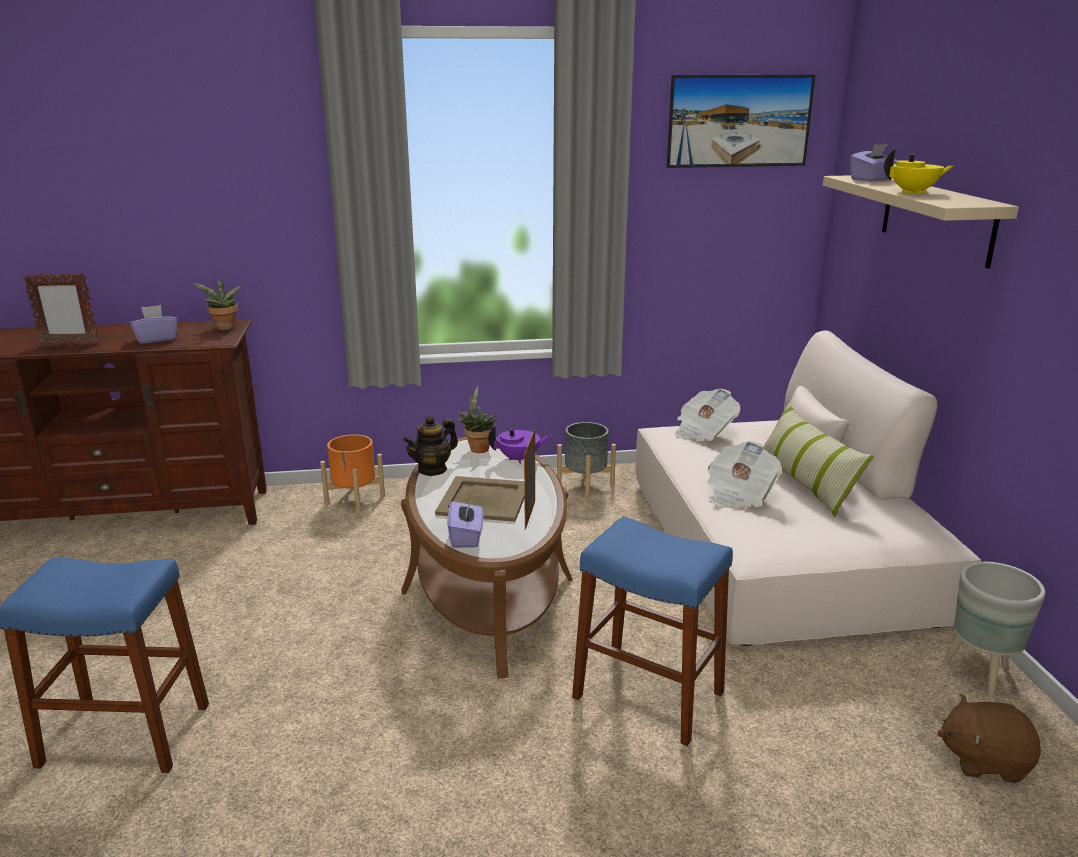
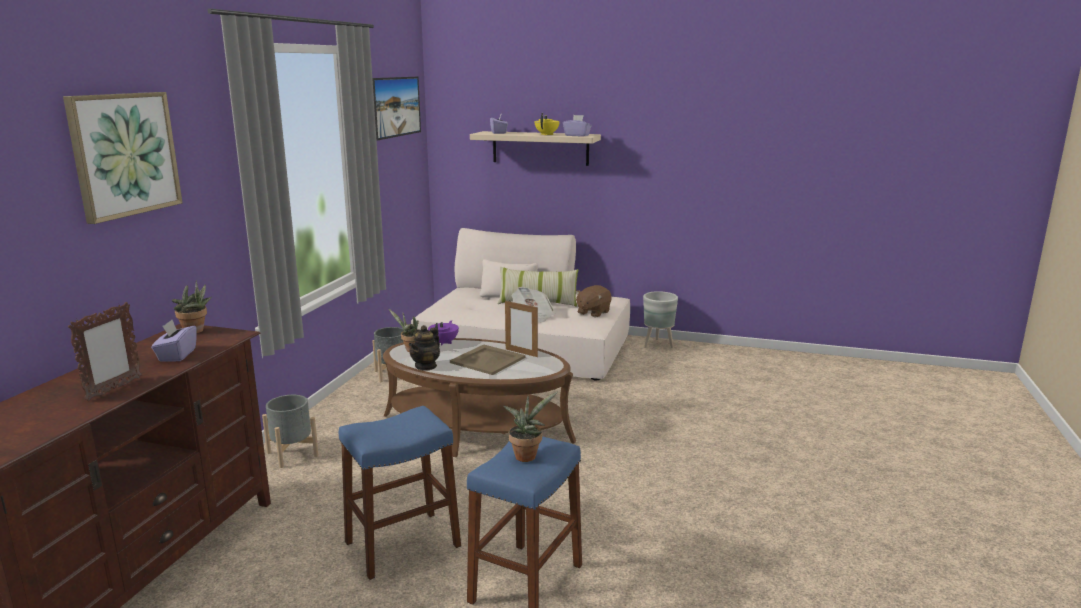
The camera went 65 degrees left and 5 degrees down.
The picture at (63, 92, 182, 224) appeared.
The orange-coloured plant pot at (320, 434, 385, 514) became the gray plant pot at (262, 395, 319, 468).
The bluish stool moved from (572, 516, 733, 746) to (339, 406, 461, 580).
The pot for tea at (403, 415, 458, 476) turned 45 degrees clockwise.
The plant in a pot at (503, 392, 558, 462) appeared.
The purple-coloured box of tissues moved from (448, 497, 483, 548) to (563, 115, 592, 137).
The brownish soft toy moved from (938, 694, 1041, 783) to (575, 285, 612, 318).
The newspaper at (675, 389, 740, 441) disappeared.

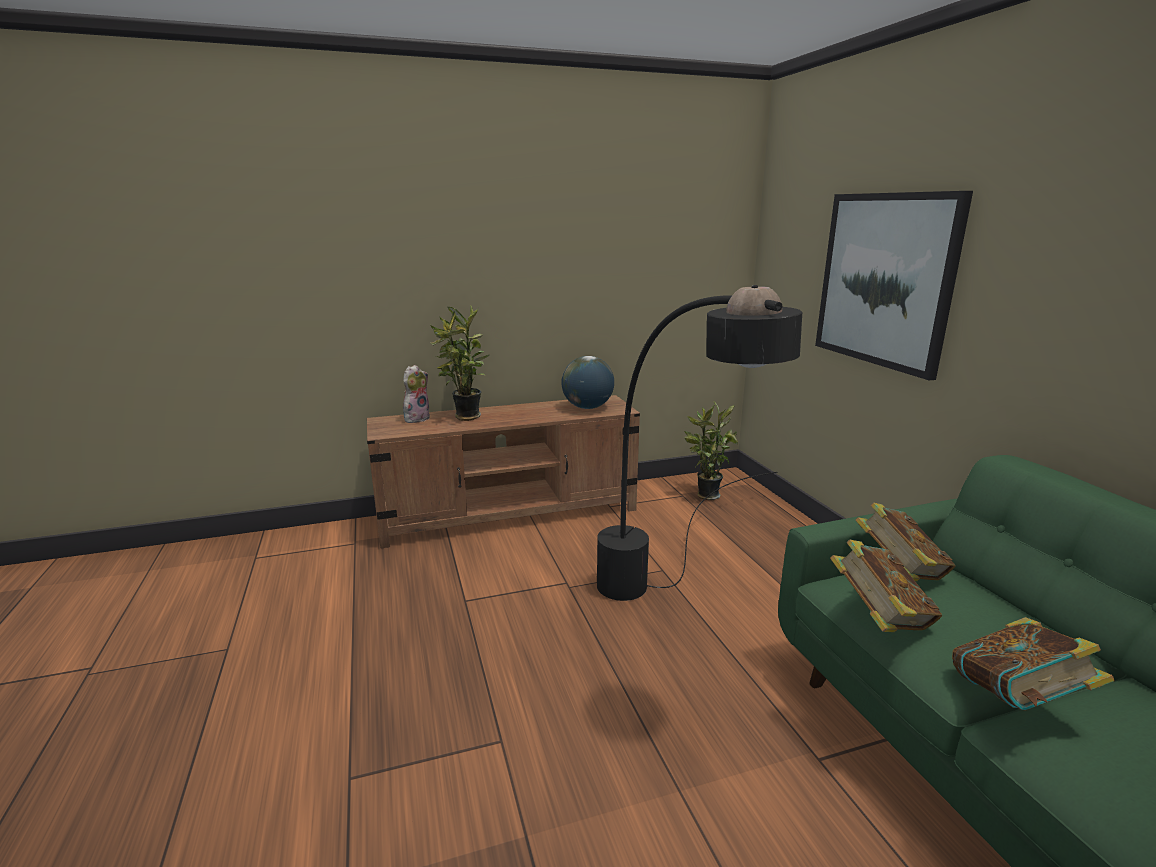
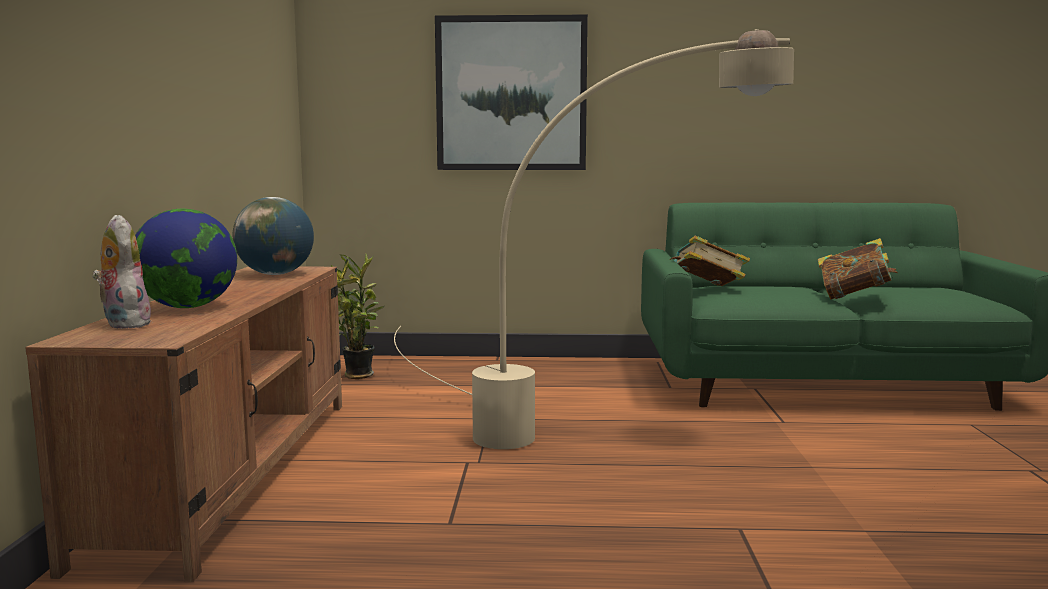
The camera went 70 degrees left and 10 degrees down.
The plant in a pot at (430, 306, 489, 421) was replaced by the world globe at (135, 209, 237, 308).
The blackish standard lamp at (597, 285, 802, 601) became the sand-coloured standard lamp at (394, 29, 794, 449).
The volume at (830, 540, 942, 632) disappeared.

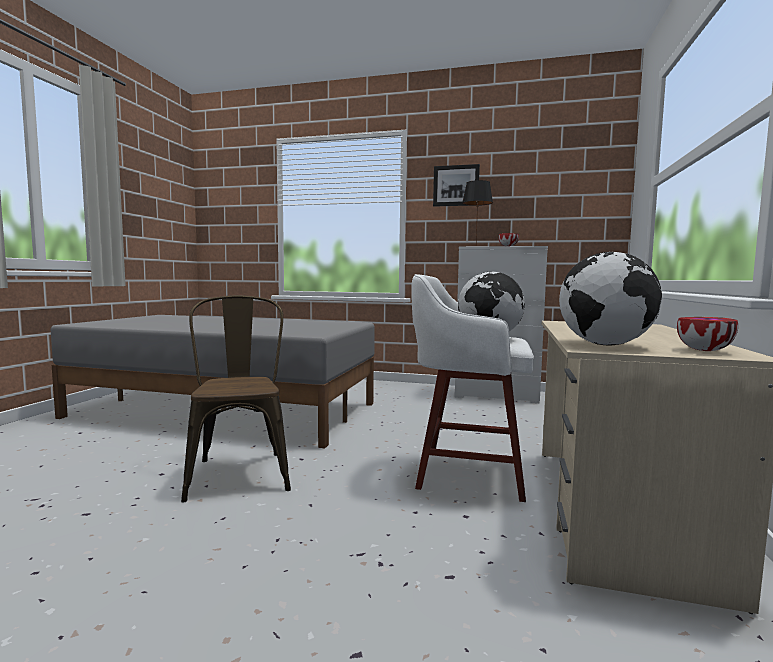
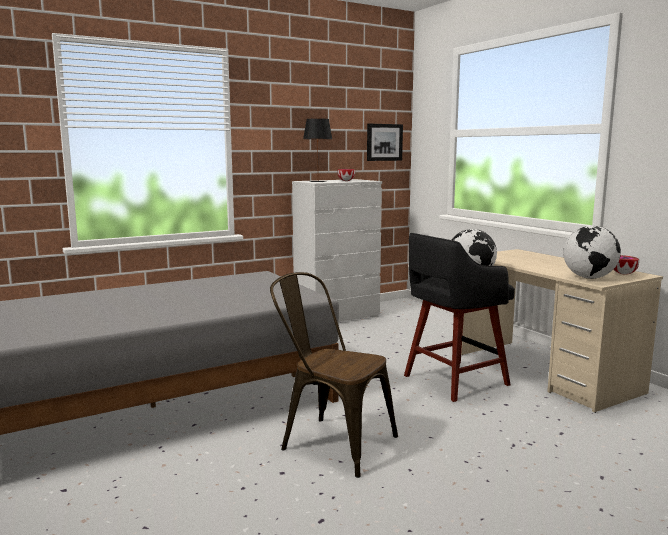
The camera went 45 degrees left and 5 degrees up.
The picture moved from (433, 164, 480, 207) to (367, 124, 403, 161).
The whitish stool at (411, 274, 534, 502) became the blackish stool at (404, 233, 515, 402).

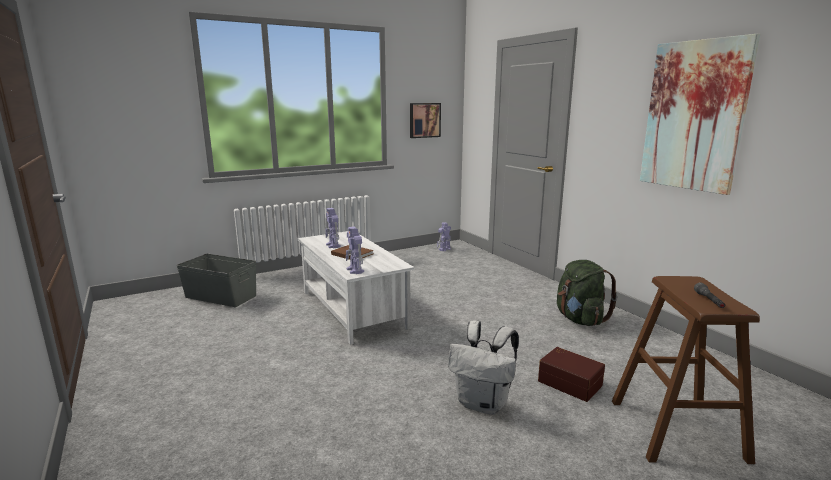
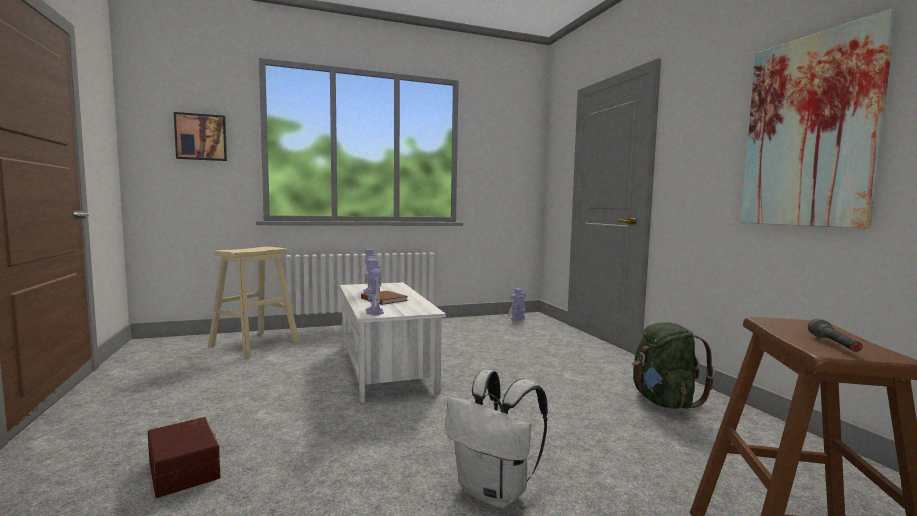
The camera went 10 degrees right and 10 degrees down.
The brownish storage bin moved from (538, 347, 605, 402) to (148, 417, 220, 498).
The picture moved from (410, 103, 441, 138) to (174, 112, 227, 161).
The gray storage bin at (176, 254, 256, 307) was replaced by the sand-coloured stool at (208, 247, 299, 358).

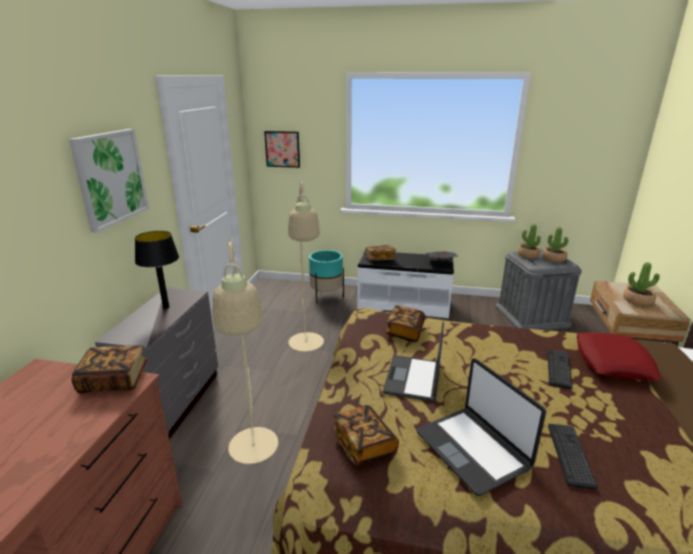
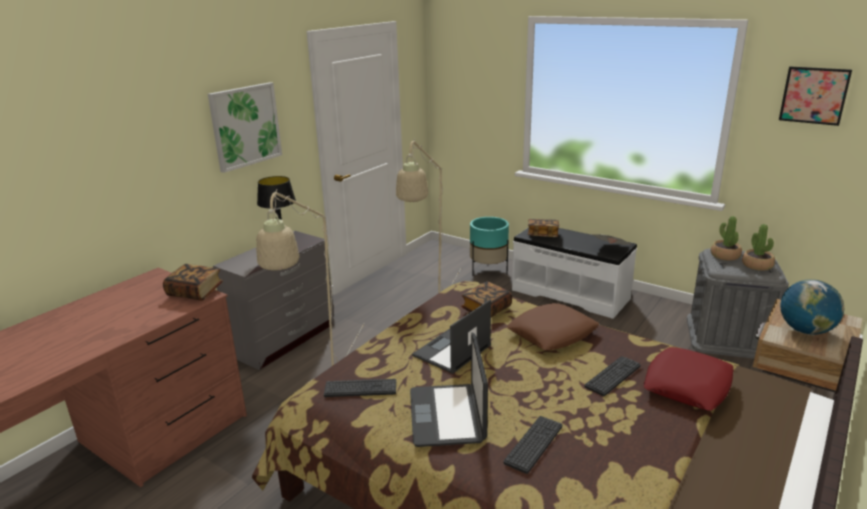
The camera went 25 degrees right and 0 degrees up.
The volume at (332, 405, 399, 465) was replaced by the computer keyboard at (324, 379, 396, 397).
The brownish pillow at (507, 303, 599, 350) appeared.
The picture moved from (264, 131, 300, 168) to (779, 67, 852, 126).
The plant in a pot at (623, 262, 660, 306) was replaced by the world globe at (780, 279, 844, 335).

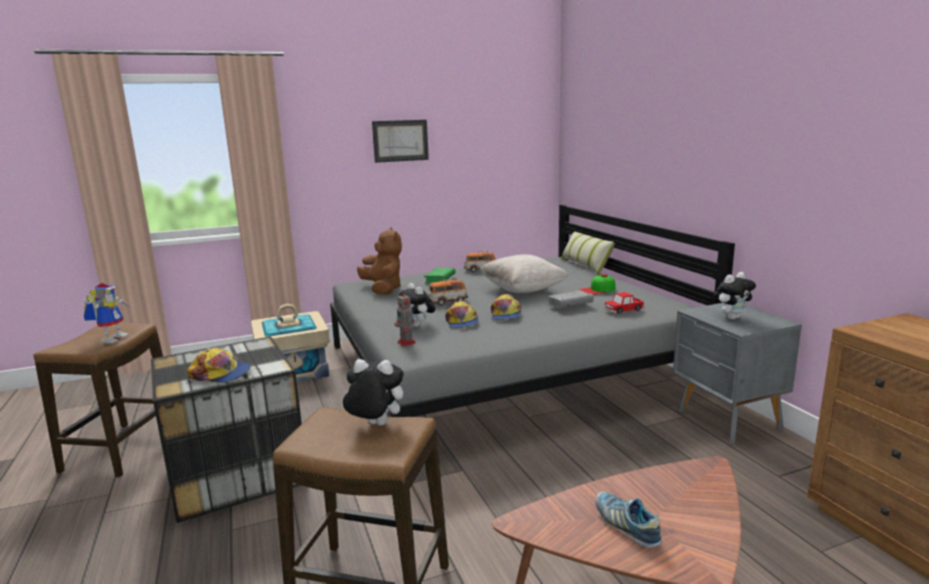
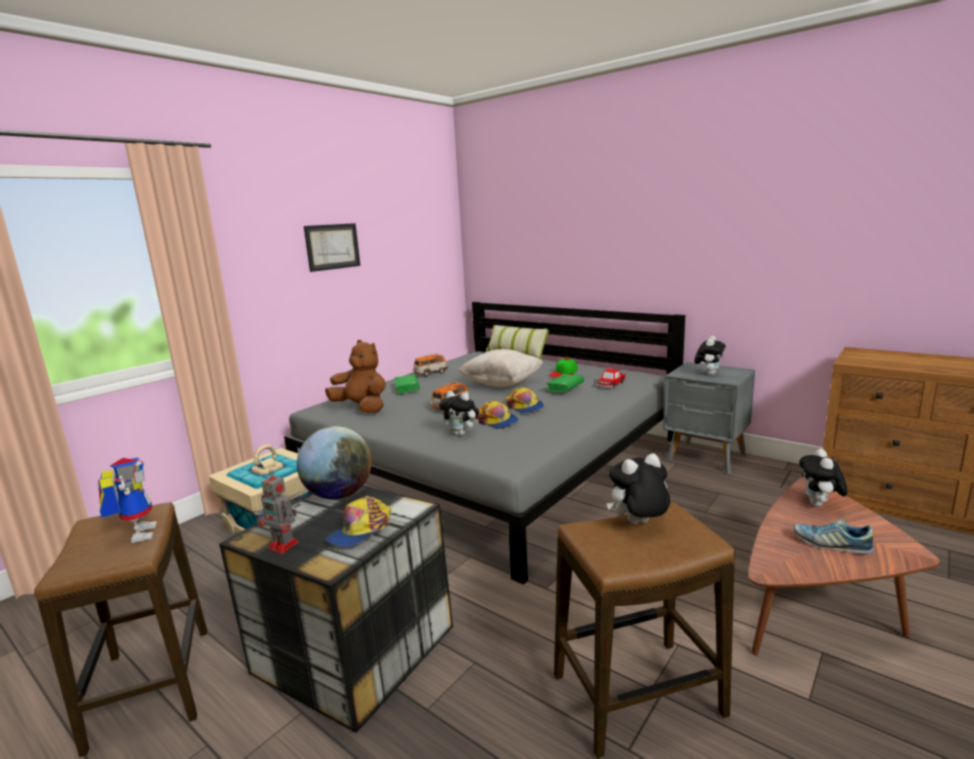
The camera went 30 degrees left and 0 degrees up.
The robot figure moved from (395, 290, 416, 346) to (260, 469, 299, 554).
The world globe at (297, 426, 372, 499) appeared.
The cap at (187, 347, 251, 383) turned 135 degrees clockwise.
The gray volume at (546, 290, 594, 308) became the greenish volume at (546, 374, 584, 392).
The soft toy at (799, 449, 848, 507) appeared.

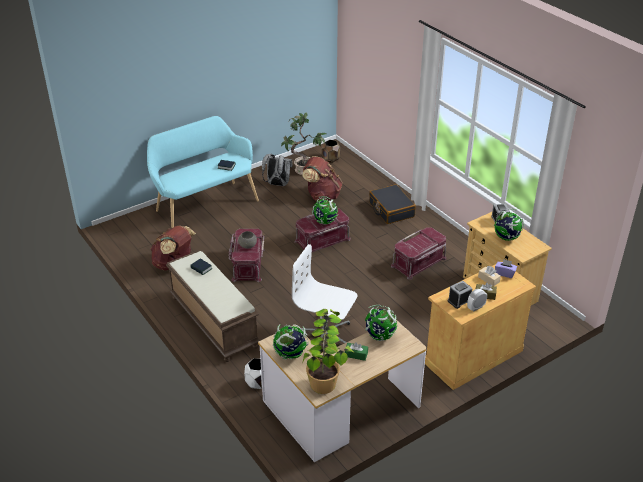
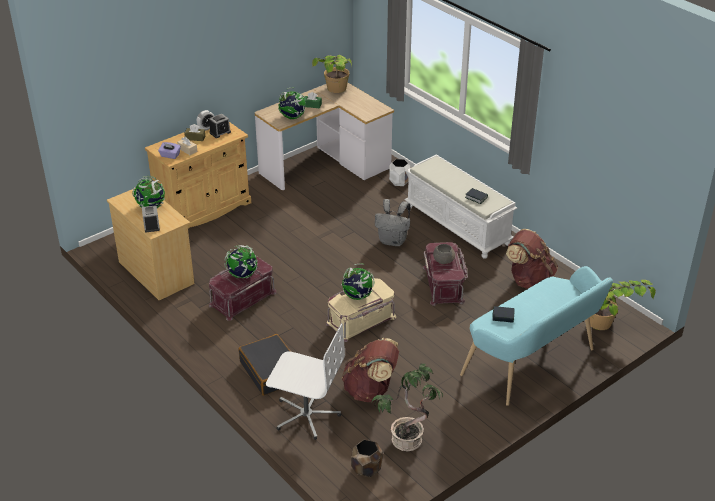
The camera went 175 degrees right and 0 degrees up.
The world globe moved from (273, 324, 308, 360) to (224, 245, 258, 278).
The whitish desk chair moved from (292, 244, 357, 343) to (266, 323, 345, 440).
The reddish storage bin at (294, 208, 351, 252) became the sand-coloured storage bin at (326, 278, 396, 342).
The gray backpack moved from (262, 154, 293, 186) to (375, 199, 411, 246).
The brownish long seat at (166, 251, 260, 362) became the whitish long seat at (405, 154, 517, 259).
The plant in a pot at (590, 280, 656, 330) appeared.

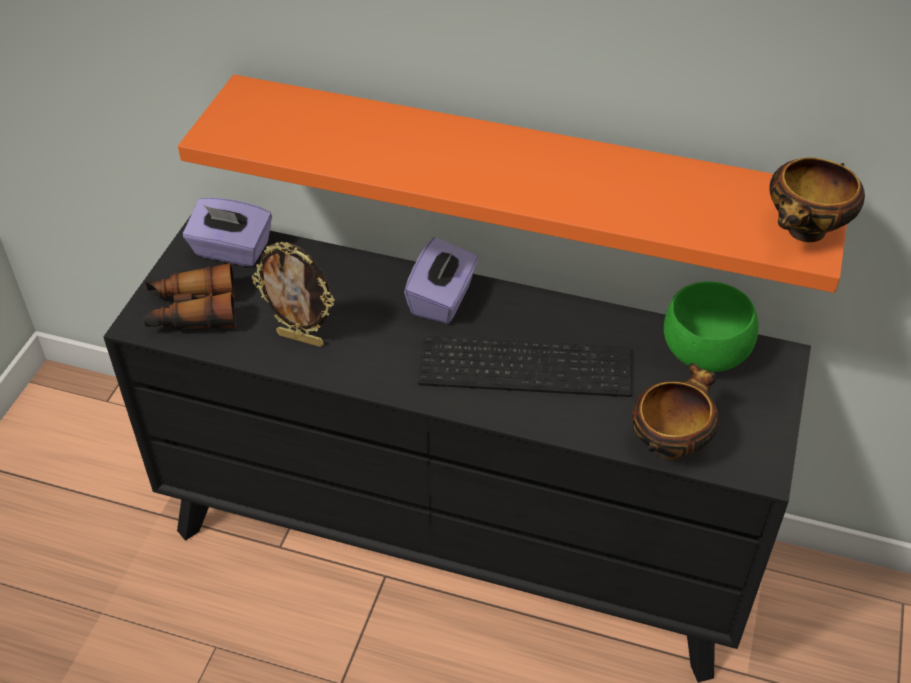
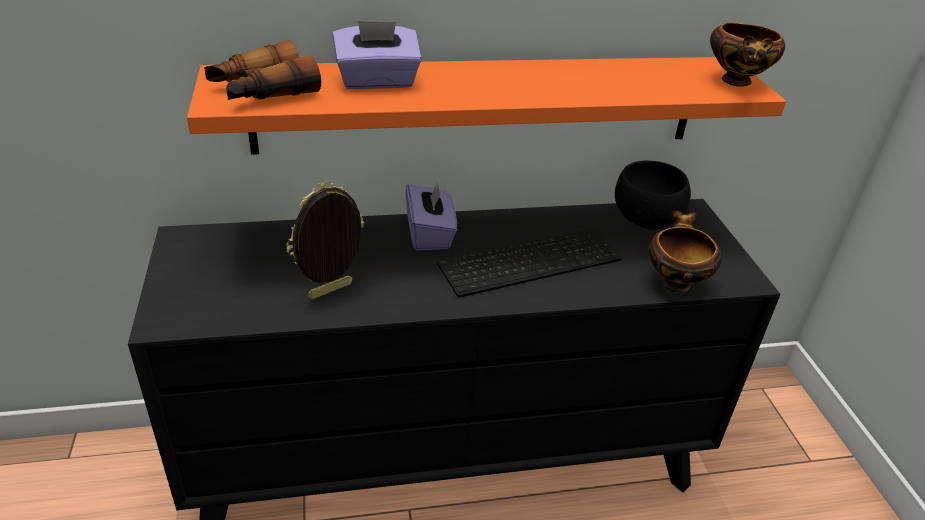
The camera went 30 degrees left and 10 degrees down.
The pair of binoculars moved from (143, 263, 236, 330) to (204, 40, 321, 100).
The standing frame at (252, 242, 334, 347) turned 150 degrees clockwise.
The purple-coloured box of tissues moved from (183, 197, 272, 267) to (333, 21, 422, 89).
The greenish serving bowl at (664, 281, 759, 372) became the blackish serving bowl at (615, 161, 691, 230).

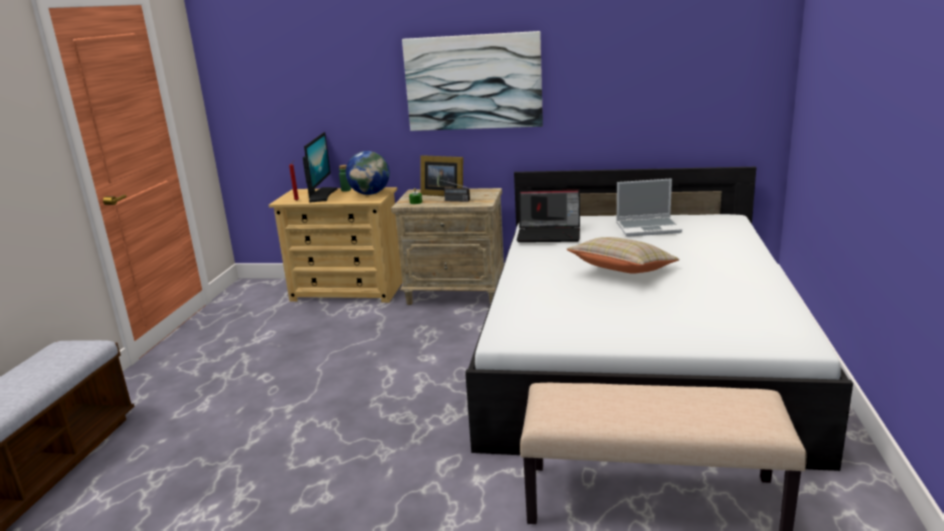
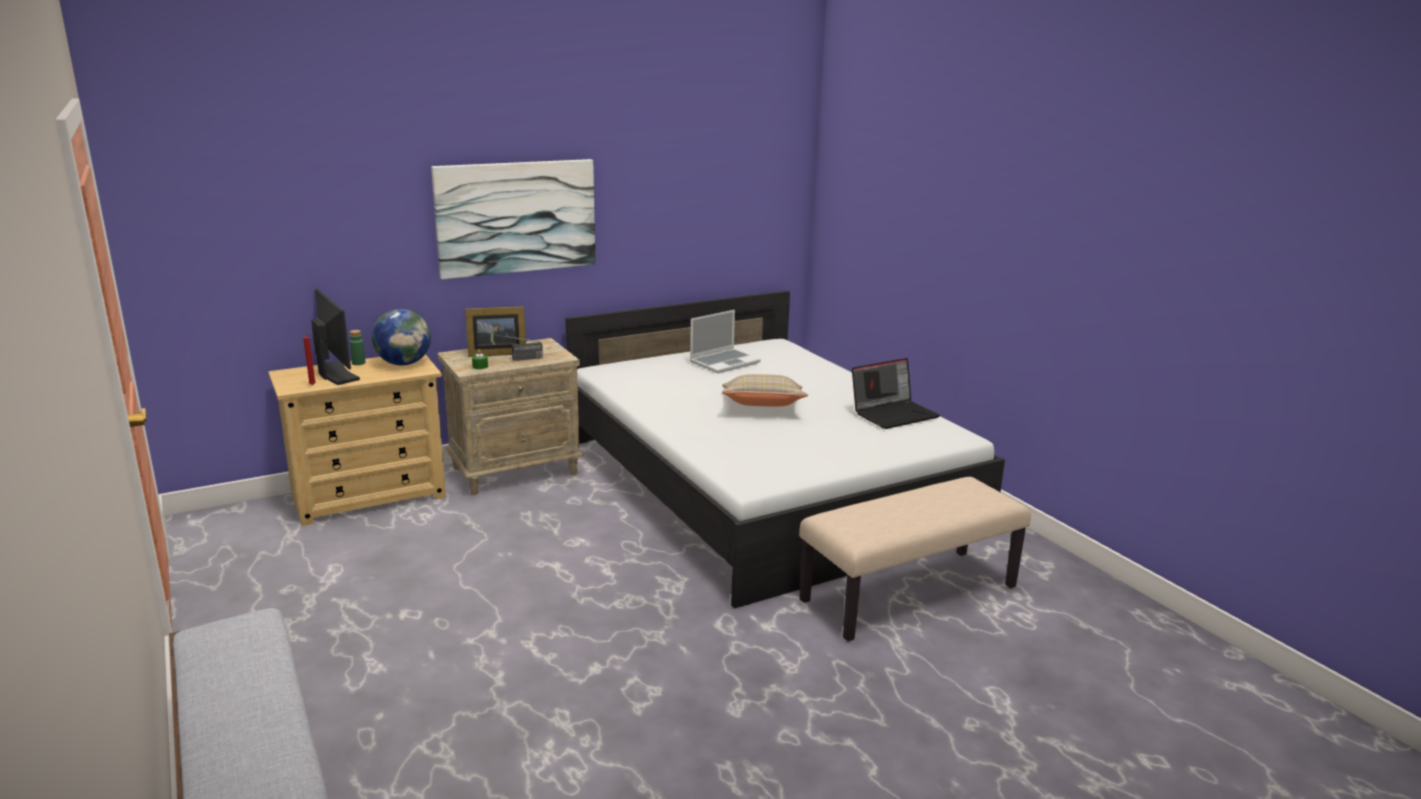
The camera went 40 degrees left and 0 degrees up.
The portable computer moved from (517, 189, 580, 242) to (852, 358, 940, 429).

